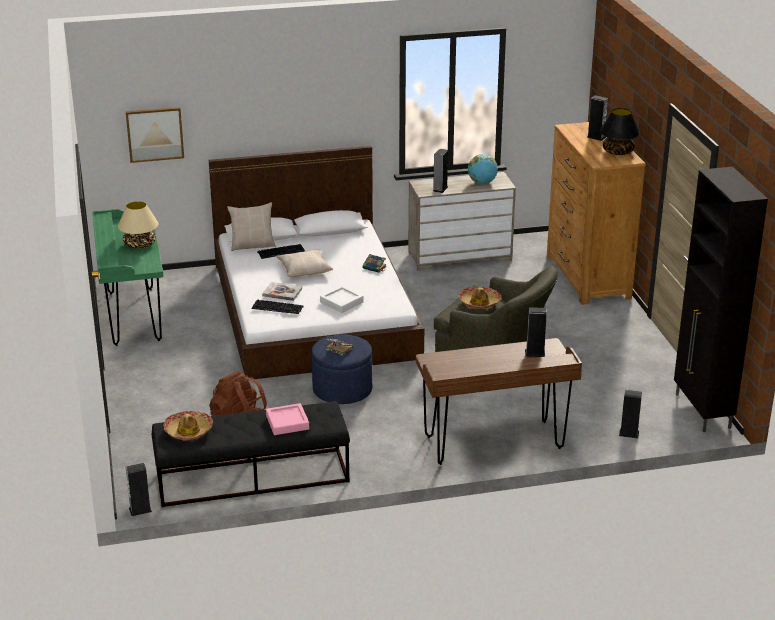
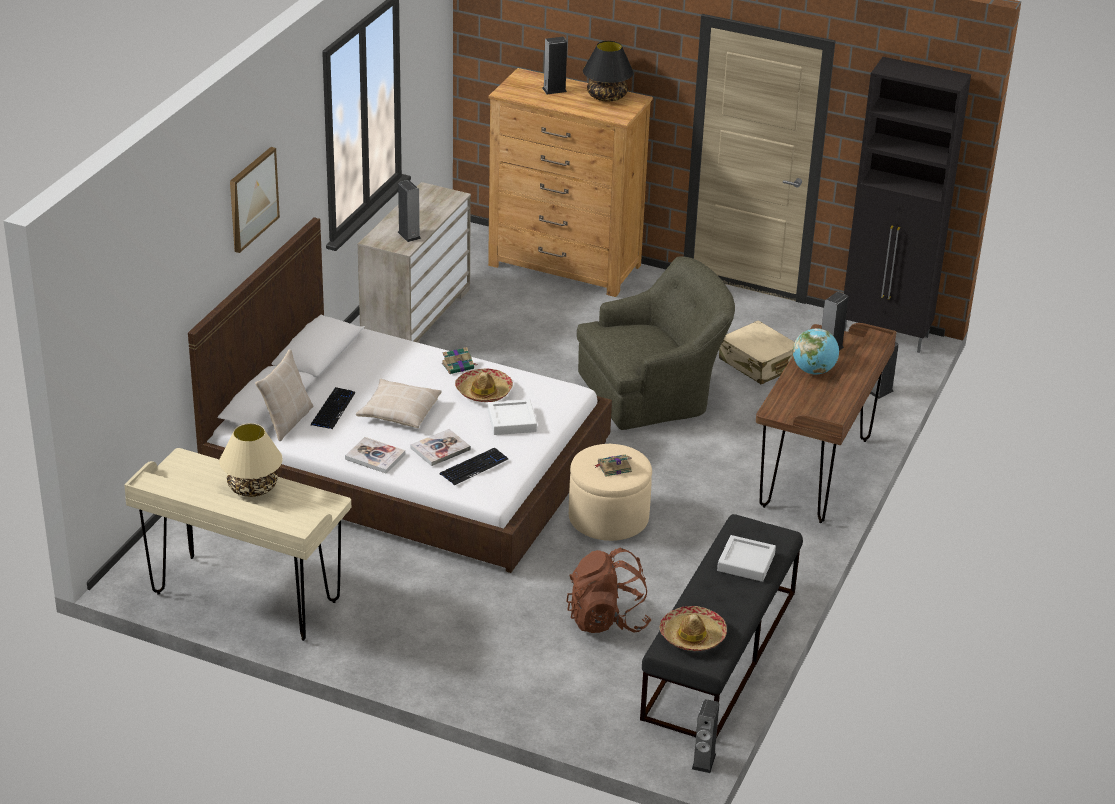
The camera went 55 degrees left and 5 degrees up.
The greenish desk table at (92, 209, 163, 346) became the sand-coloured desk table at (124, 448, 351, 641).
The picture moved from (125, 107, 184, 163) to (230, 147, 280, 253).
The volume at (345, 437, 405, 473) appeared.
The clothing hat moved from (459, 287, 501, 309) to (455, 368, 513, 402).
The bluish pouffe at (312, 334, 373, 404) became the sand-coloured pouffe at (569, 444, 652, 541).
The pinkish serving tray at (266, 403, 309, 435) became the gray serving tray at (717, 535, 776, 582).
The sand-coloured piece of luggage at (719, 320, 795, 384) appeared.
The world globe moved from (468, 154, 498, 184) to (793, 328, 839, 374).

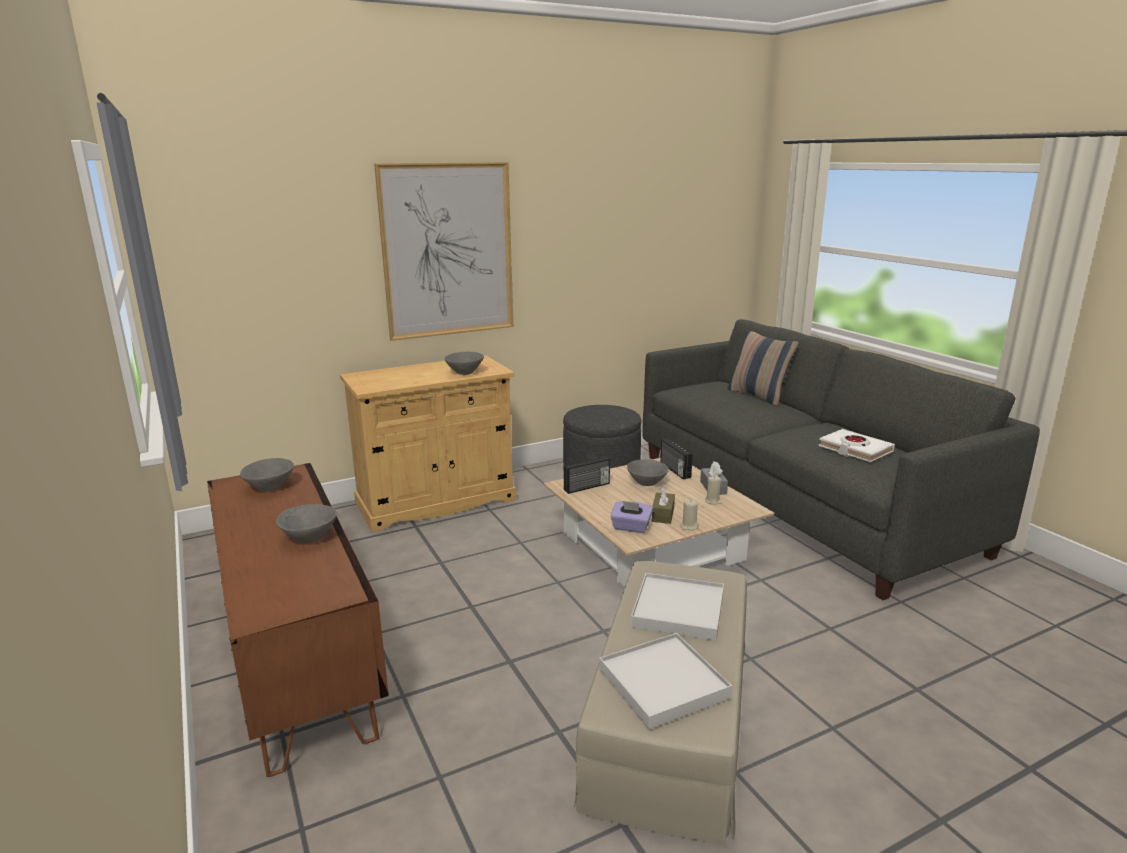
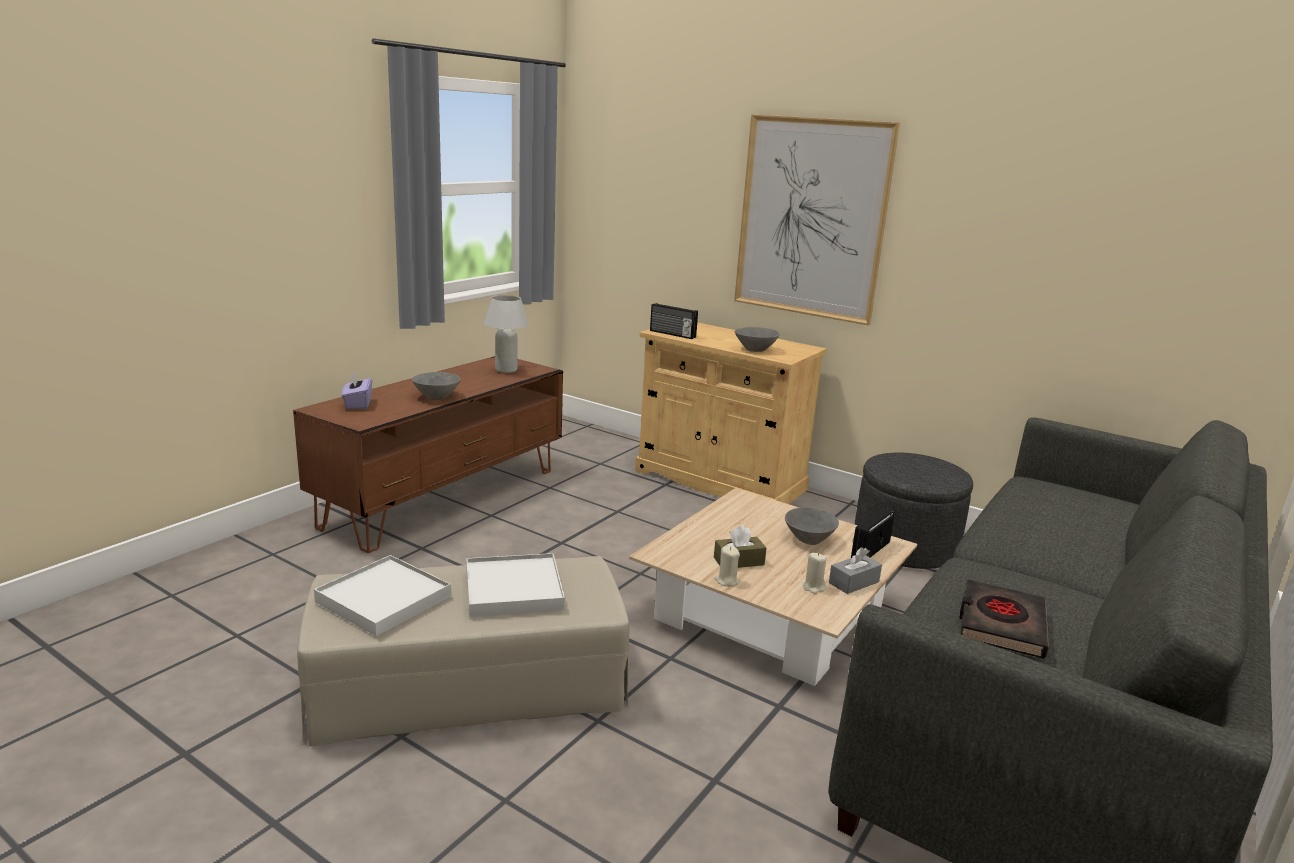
The camera went 60 degrees right and 0 degrees up.
The purple-coloured box of tissues moved from (610, 501, 653, 533) to (342, 372, 372, 409).
The gray serving bowl at (240, 458, 294, 492) was replaced by the whitish lamp for a table at (484, 295, 529, 373).
The radio receiver moved from (564, 456, 610, 494) to (650, 303, 698, 339).
The whitish volume at (818, 429, 895, 462) became the blackish volume at (959, 579, 1049, 659).
The pillow at (728, 330, 798, 406) disappeared.

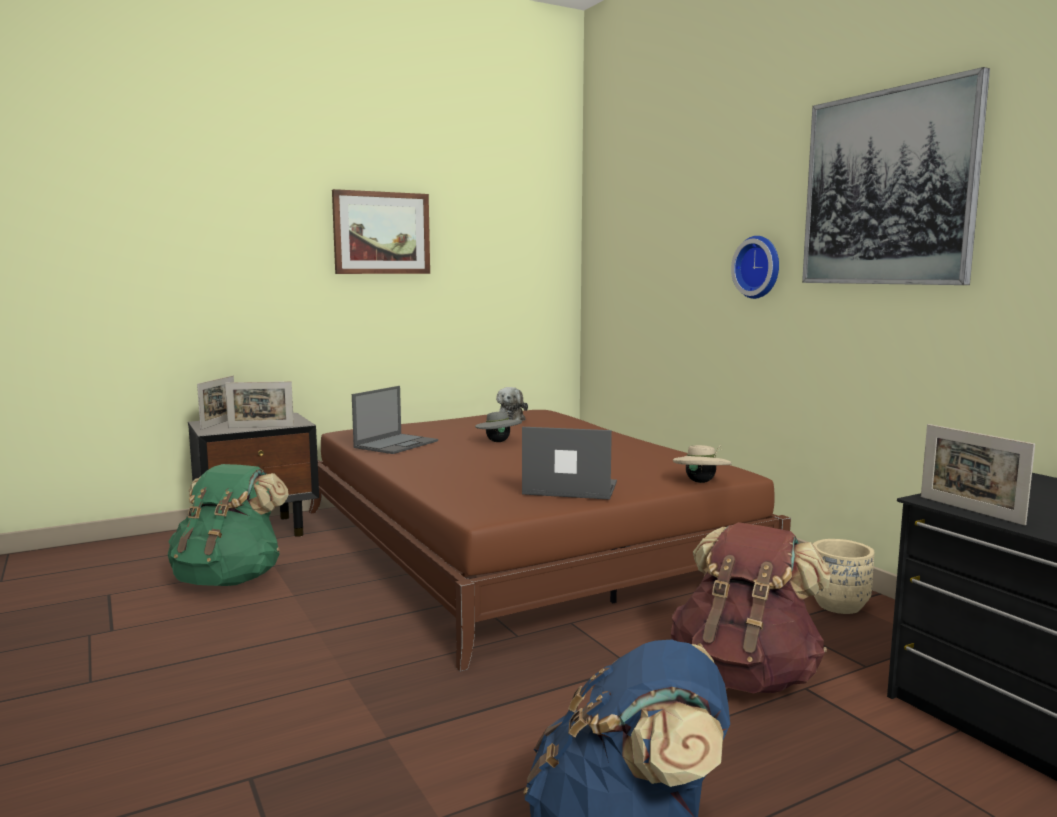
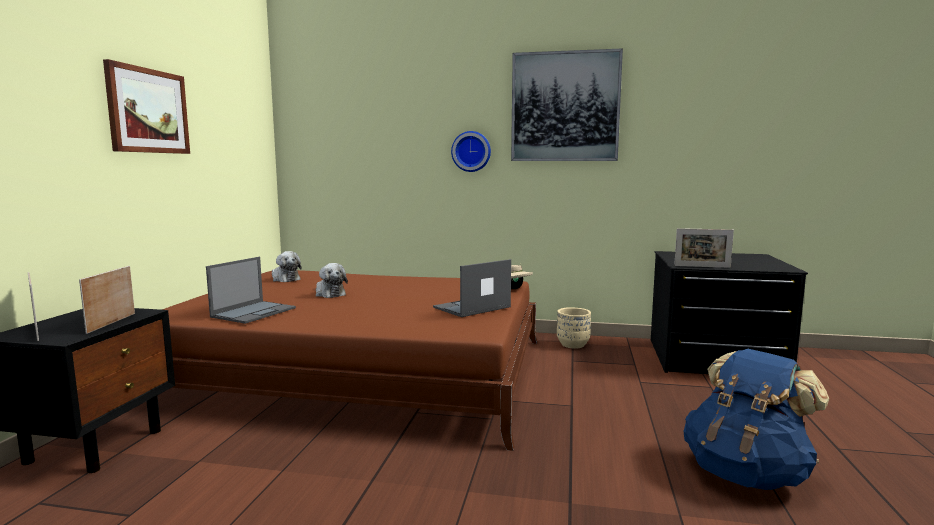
The camera went 50 degrees left and 0 degrees up.
The standing frame at (225, 381, 294, 428) turned 150 degrees clockwise.
The portable computer at (352, 386, 438, 454) turned 45 degrees clockwise.
The gray clothing hat at (475, 409, 522, 442) was replaced by the soft toy at (316, 263, 348, 298).
The greenish backpack at (168, 464, 289, 586) disappeared.
The brownish backpack at (671, 522, 831, 693) disappeared.

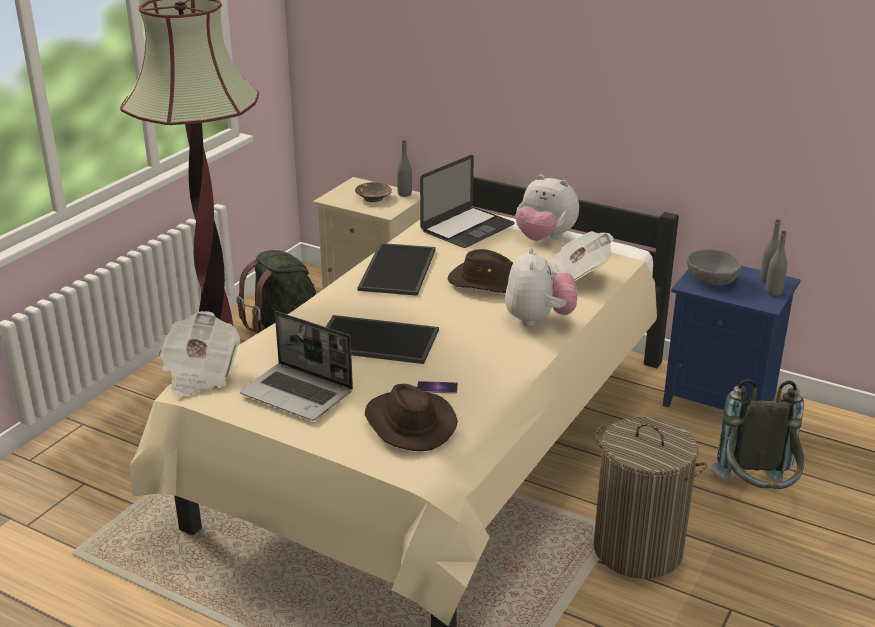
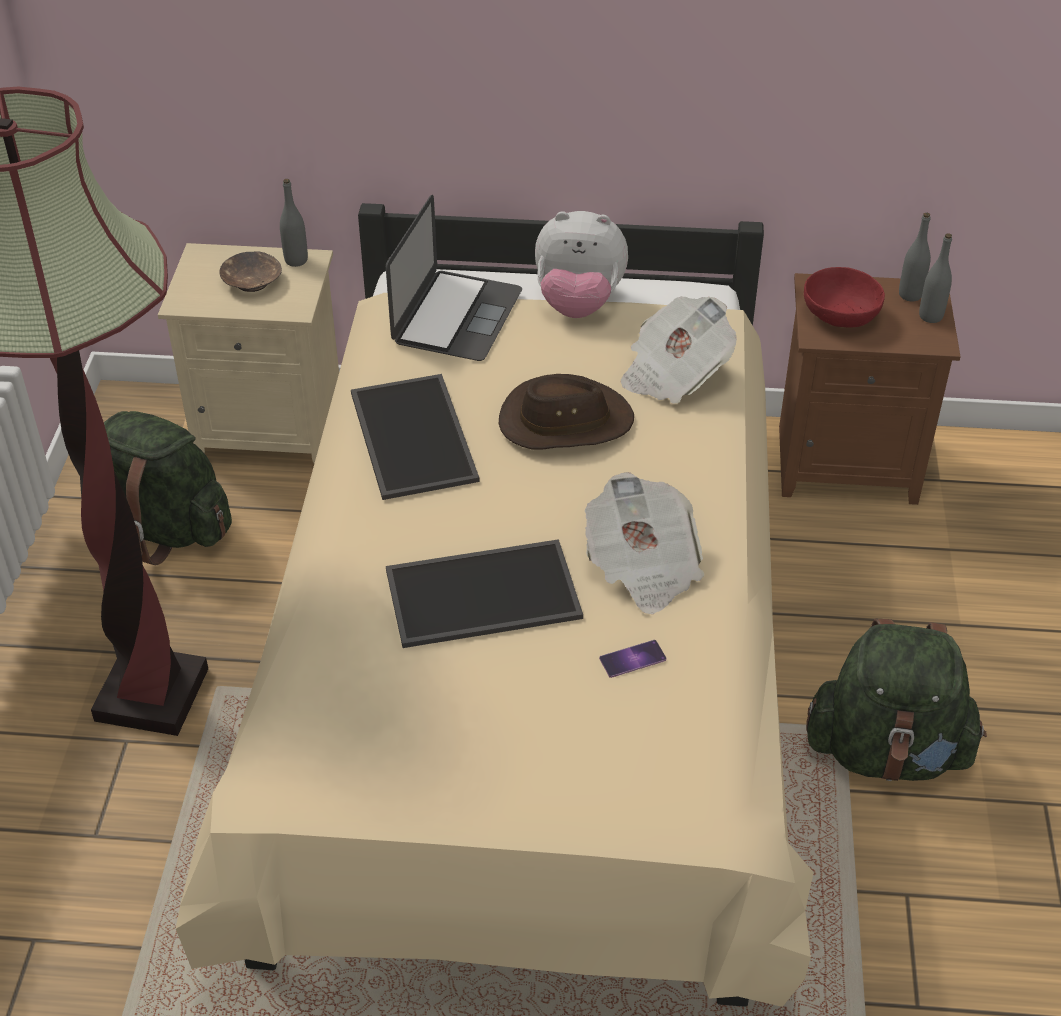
The camera went 25 degrees left and 15 degrees up.
The newspaper moved from (159, 311, 241, 396) to (585, 472, 704, 615).
The bluish night table at (663, 266, 801, 410) became the brownish night table at (779, 273, 961, 505).
The gray serving bowl at (687, 249, 741, 285) became the reddish serving bowl at (804, 267, 885, 328).
The hamper at (594, 417, 707, 579) was replaced by the greenish backpack at (806, 619, 987, 781).
The portable computer at (239, 311, 353, 421) disappeared.
The brownish clothing hat at (365, 384, 458, 451) disappeared.
The soft toy at (505, 247, 577, 326) disappeared.
The gray backpack at (712, 379, 804, 489) disappeared.

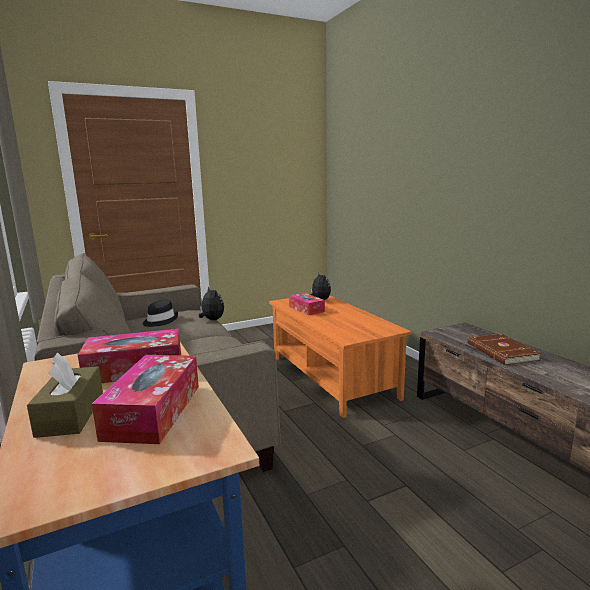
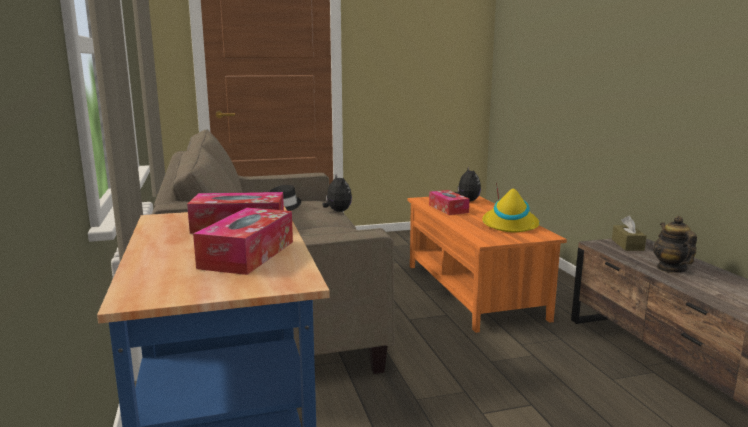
The camera went 10 degrees right and 0 degrees up.
The yellowish clothing hat at (482, 183, 539, 232) appeared.
The brownish box of tissues moved from (27, 352, 103, 438) to (612, 216, 647, 251).
The brownish volume at (467, 334, 541, 365) was replaced by the pot for tea at (653, 216, 697, 273).

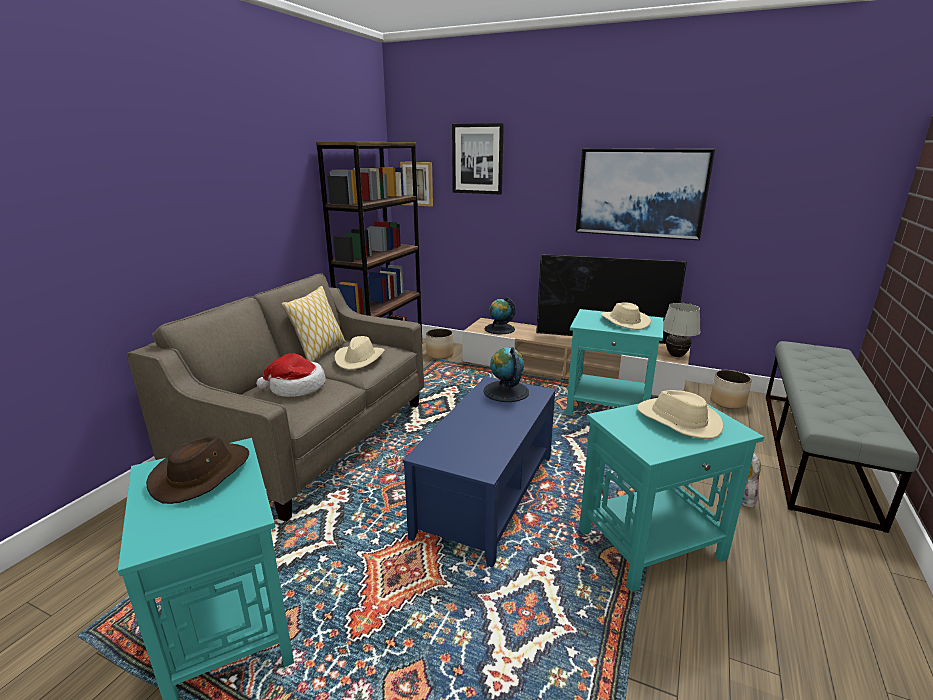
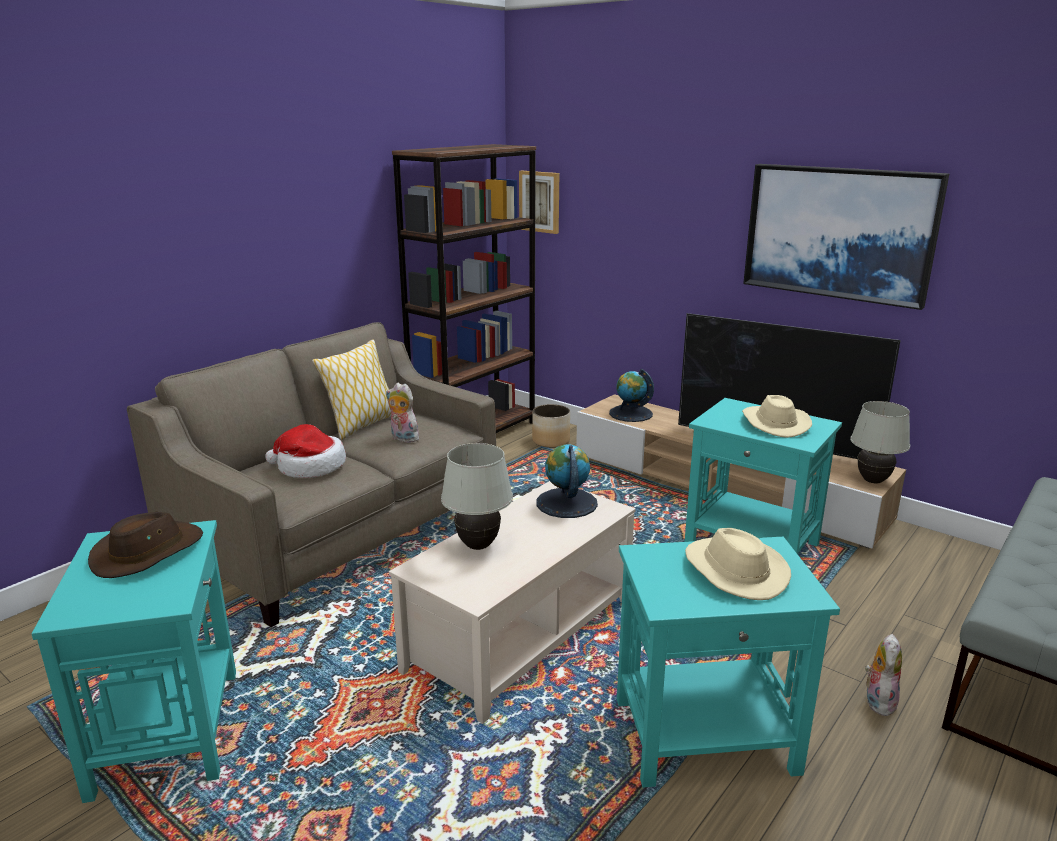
The camera went 15 degrees right and 0 degrees up.
The sand-coloured clothing hat at (334, 336, 385, 370) was replaced by the soft toy at (386, 383, 419, 443).
The bluish lounge table at (403, 376, 556, 568) became the sand-coloured lounge table at (389, 481, 636, 724).
The whitish lamp for a table at (441, 443, 513, 550) appeared.
The picture at (452, 123, 504, 195) disappeared.
The plant pot at (710, 370, 752, 409) disappeared.

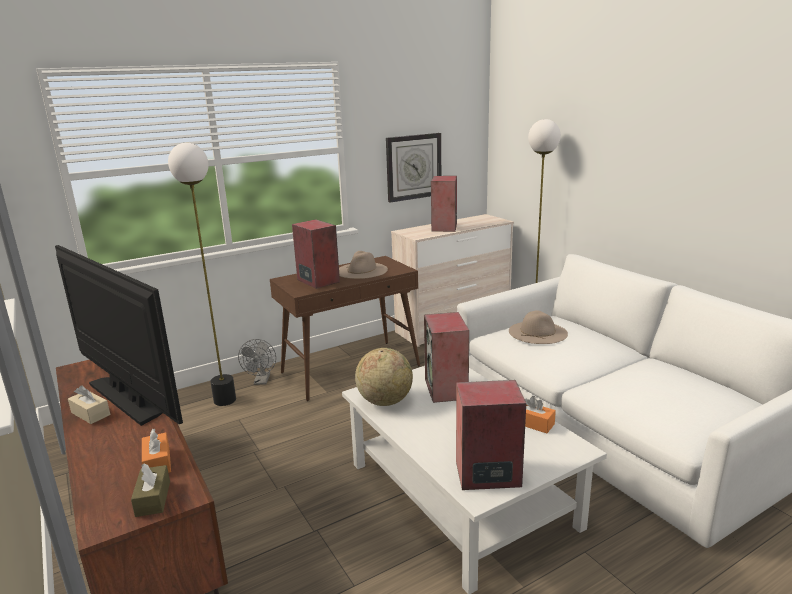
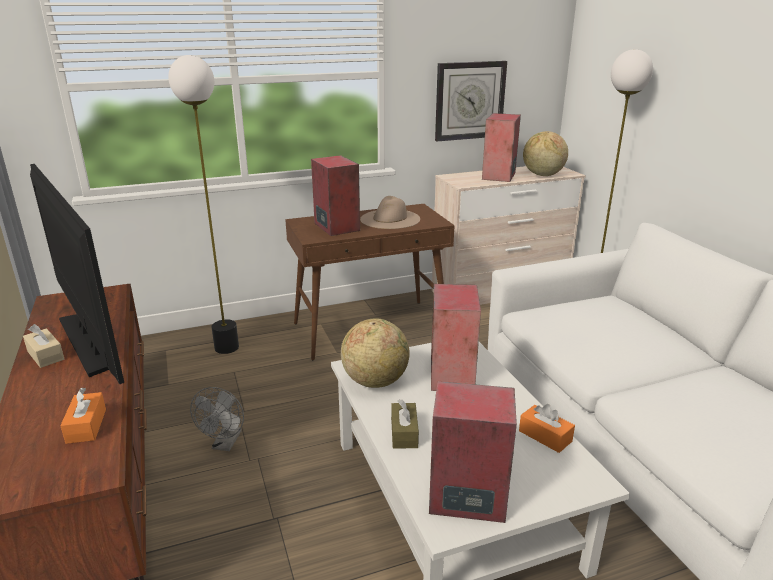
The camera went 10 degrees right and 5 degrees up.
The gray cooling fan moved from (238, 339, 276, 385) to (190, 387, 244, 451).
The brownish box of tissues moved from (131, 464, 170, 517) to (391, 399, 419, 449).
The world globe at (523, 131, 568, 176) appeared.
The sand-coloured clothing hat at (509, 310, 568, 344) disappeared.

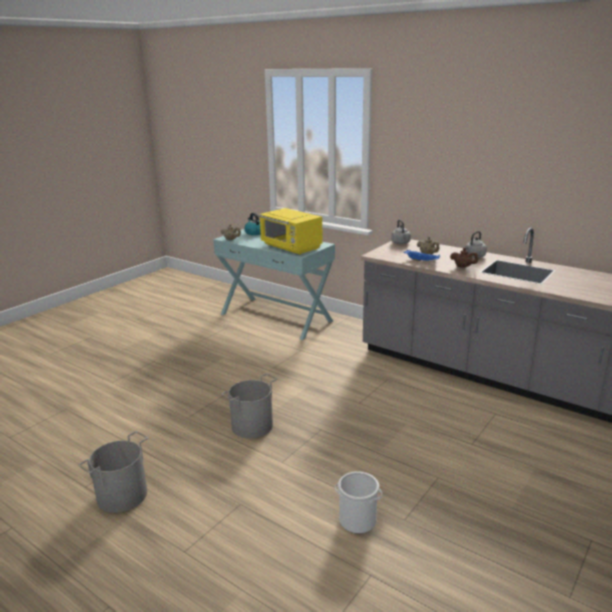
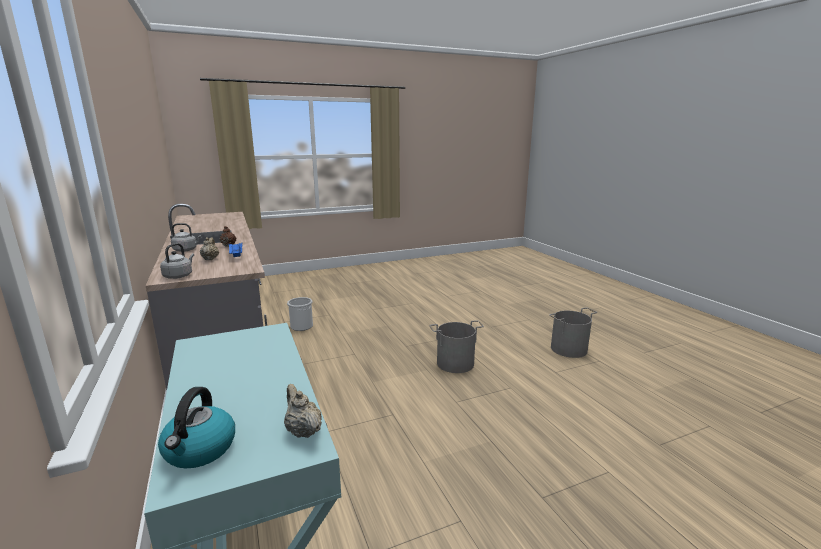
The camera went 150 degrees left and 5 degrees down.
The water bucket moved from (335, 471, 382, 534) to (287, 297, 313, 331).
The yellowish microwave at (259, 208, 322, 255) disappeared.

